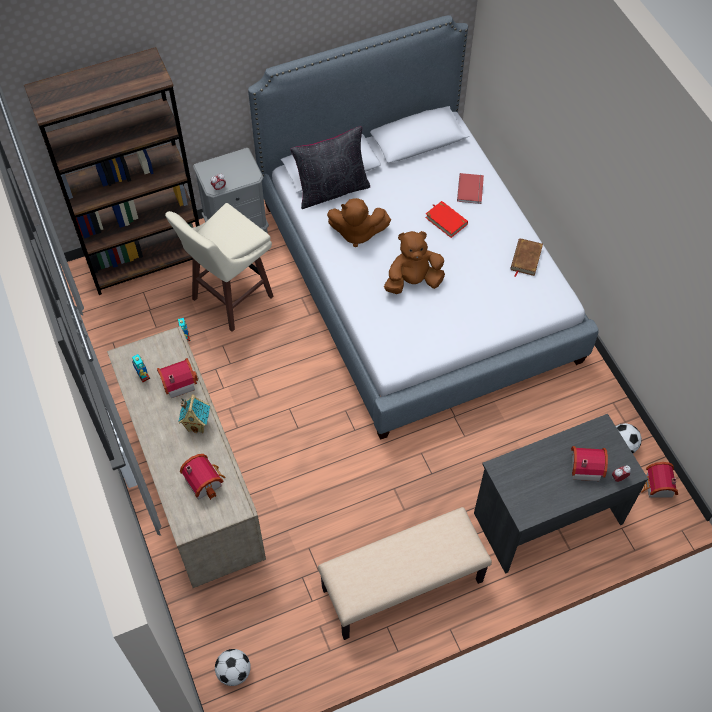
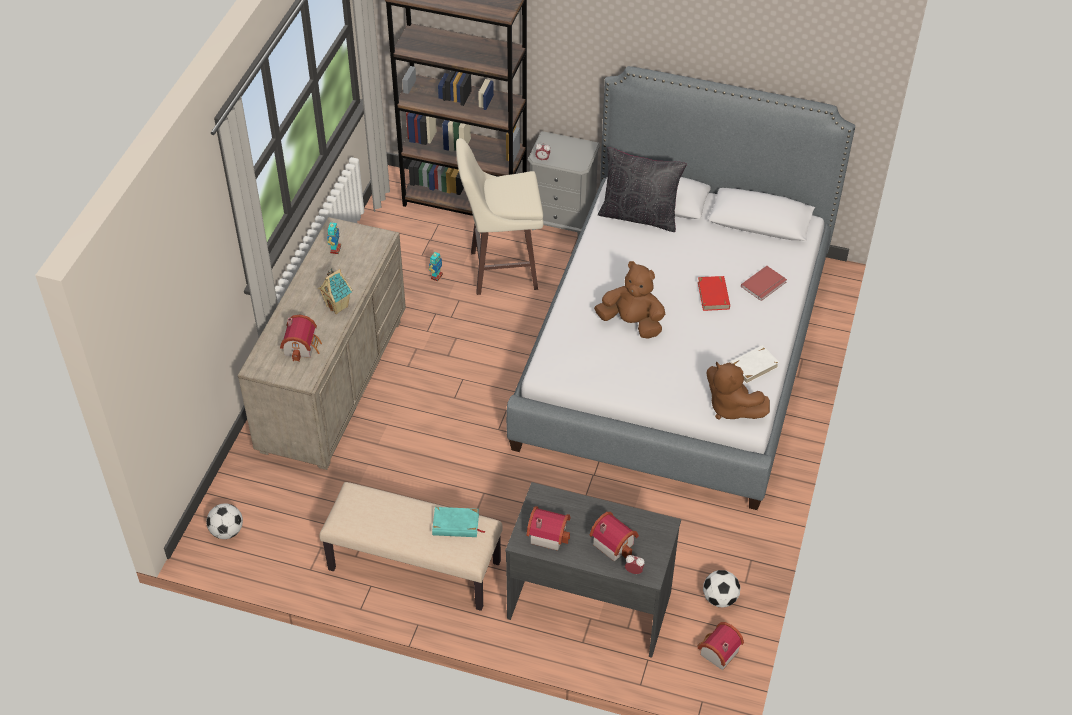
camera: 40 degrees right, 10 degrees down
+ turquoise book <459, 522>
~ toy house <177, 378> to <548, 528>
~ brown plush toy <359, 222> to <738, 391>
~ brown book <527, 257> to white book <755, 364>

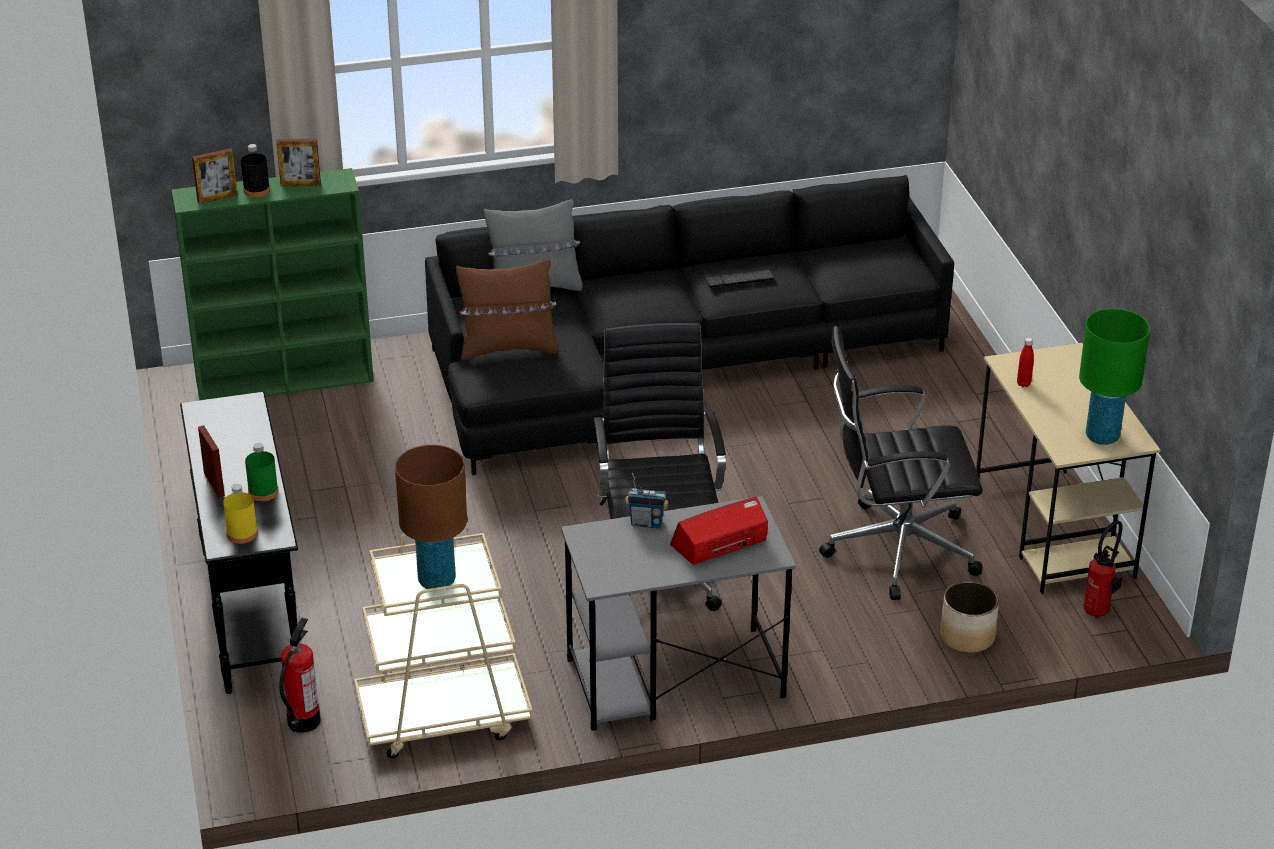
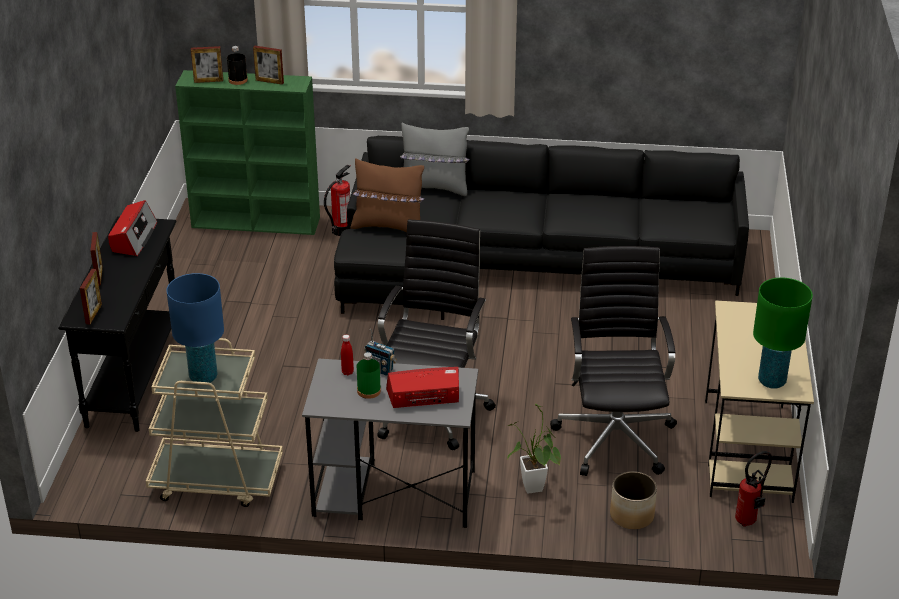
camera: 20 degrees right, 0 degrees up
~ yellow bottle <240, 514> to picture frame <91, 297>
+ radio <132, 228>
~ brown table lamp <431, 517> to blue table lamp <195, 328>
~ fire extinguisher <300, 675> to <337, 200>
~ red bottle <1025, 362> to <347, 355>
~ green bottle <262, 472> to <369, 375>
+ potted plant <534, 449>
~ black office chair <901, 463> = <613, 361> 75 degrees clockwise
- keyboard <739, 278>

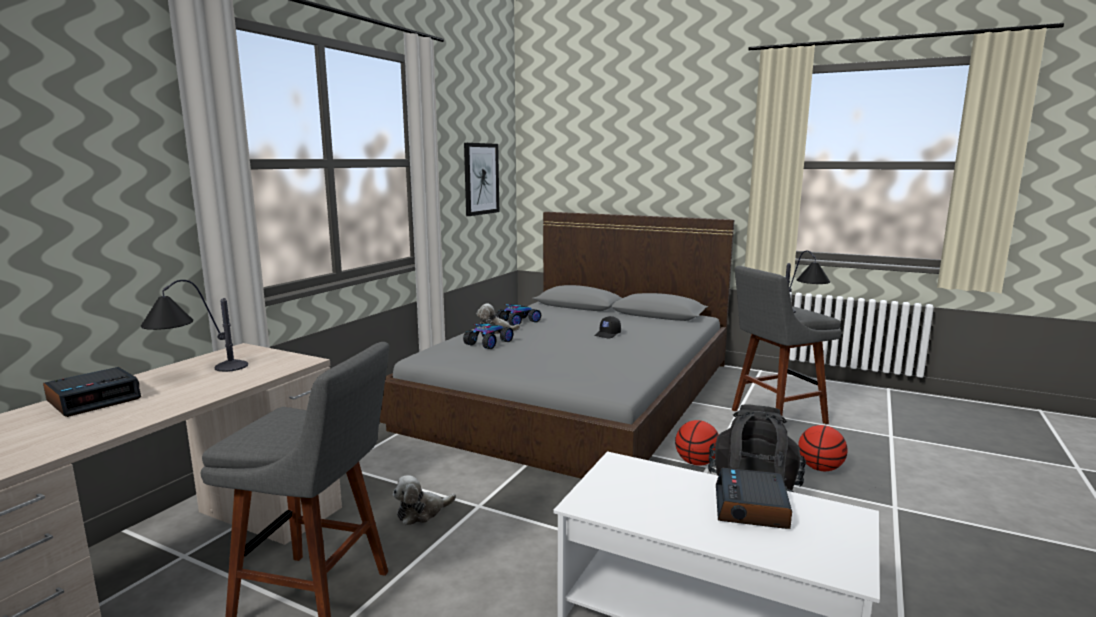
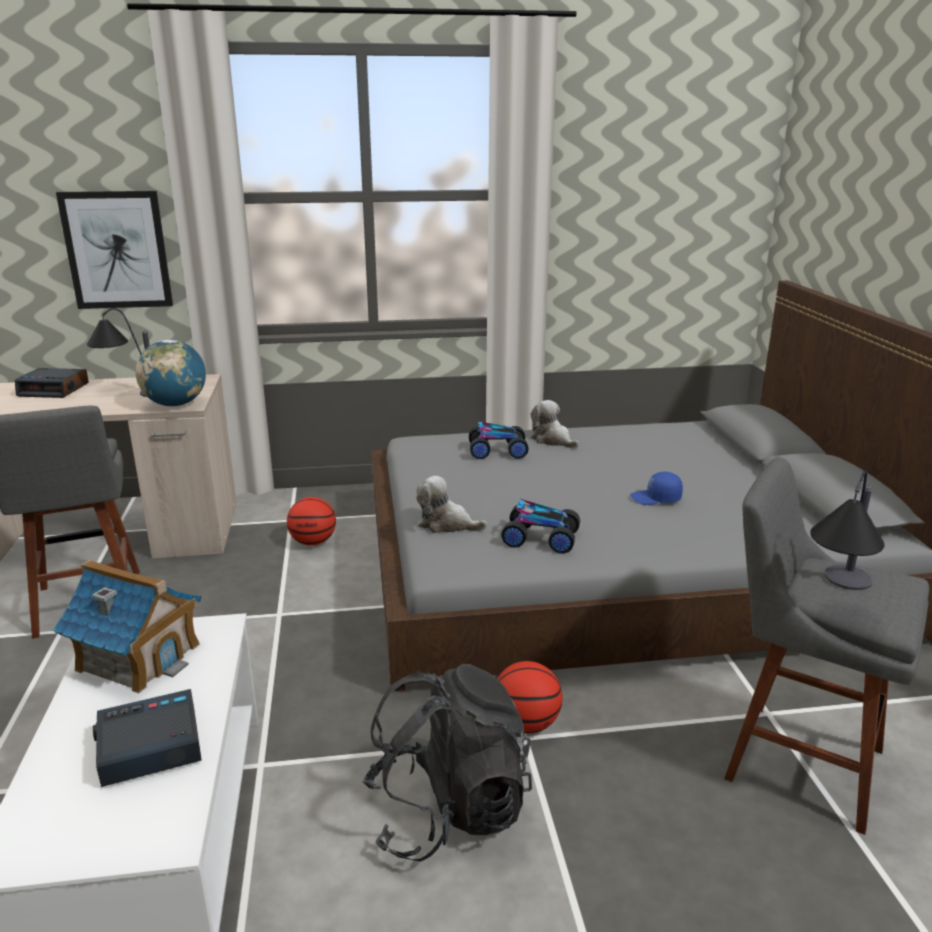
camera: 55 degrees right, 10 degrees up
+ toy house <127, 626>
~ picture <481, 179> to <114, 250>
+ globe <171, 373>
~ basketball <823, 448> to <311, 521>
~ plush toy <424, 500> to <451, 504>
~ toy car <518, 315> to <540, 526>
~ black cap <608, 327> to blue cap <656, 488>

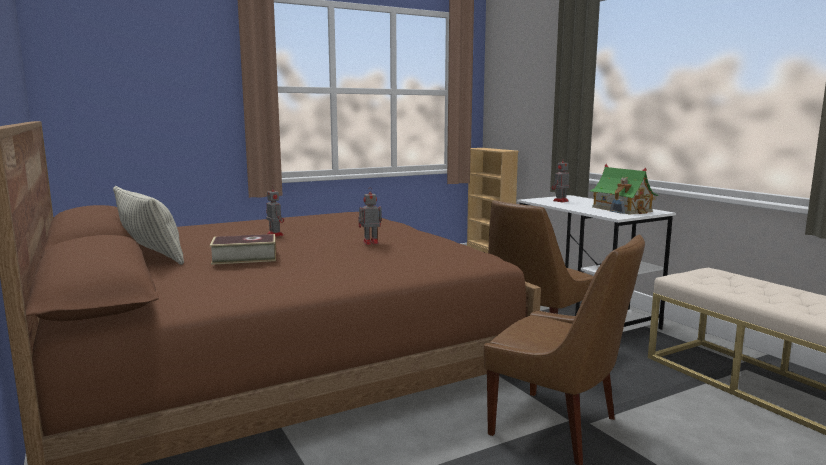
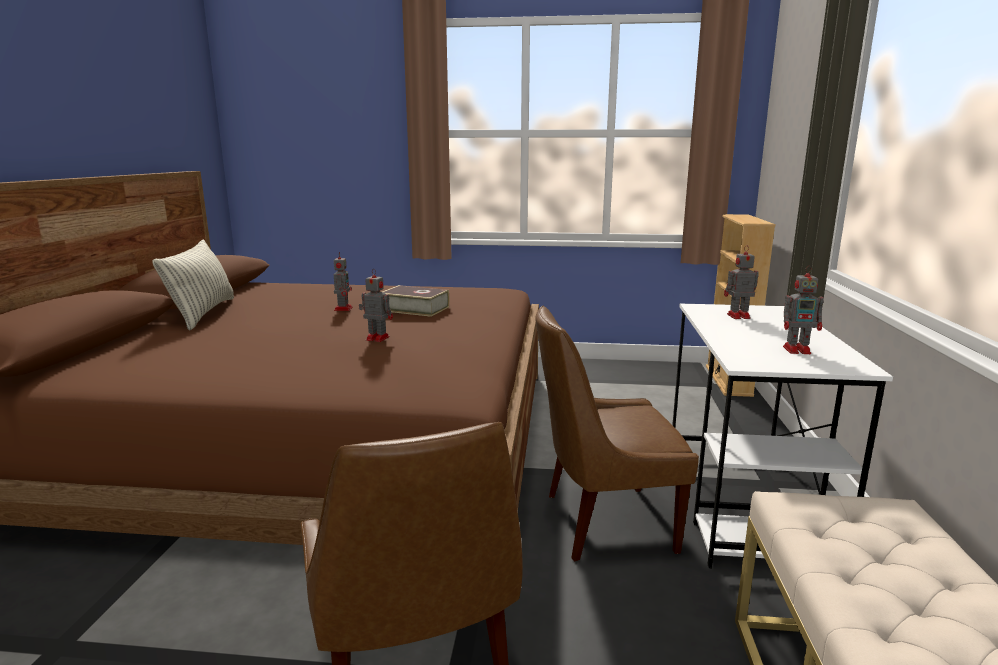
camera: 35 degrees right, 5 degrees up
~ book <243, 249> to <416, 301>
~ toy house <624, 189> to toy robot <803, 310>

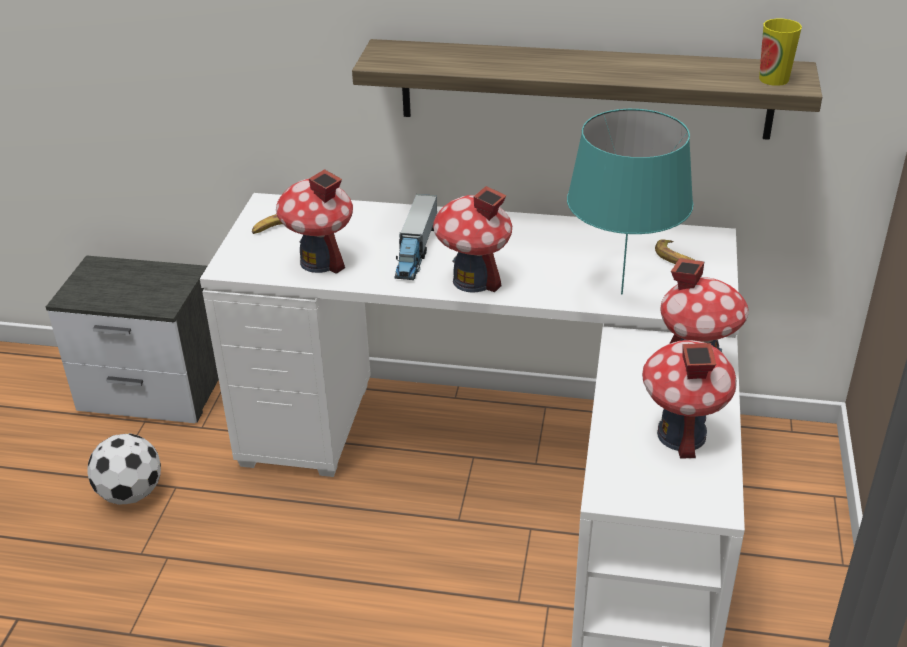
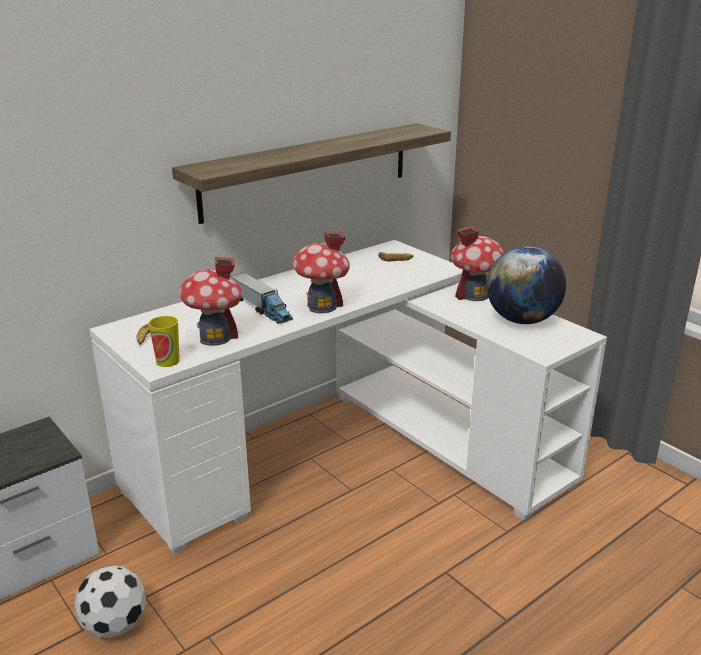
camera: 50 degrees left, 10 degrees down
~ cup <780, 52> to <164, 341>
~ toy house <689, 399> to globe <526, 285>
- turquoise table lamp <630, 202>

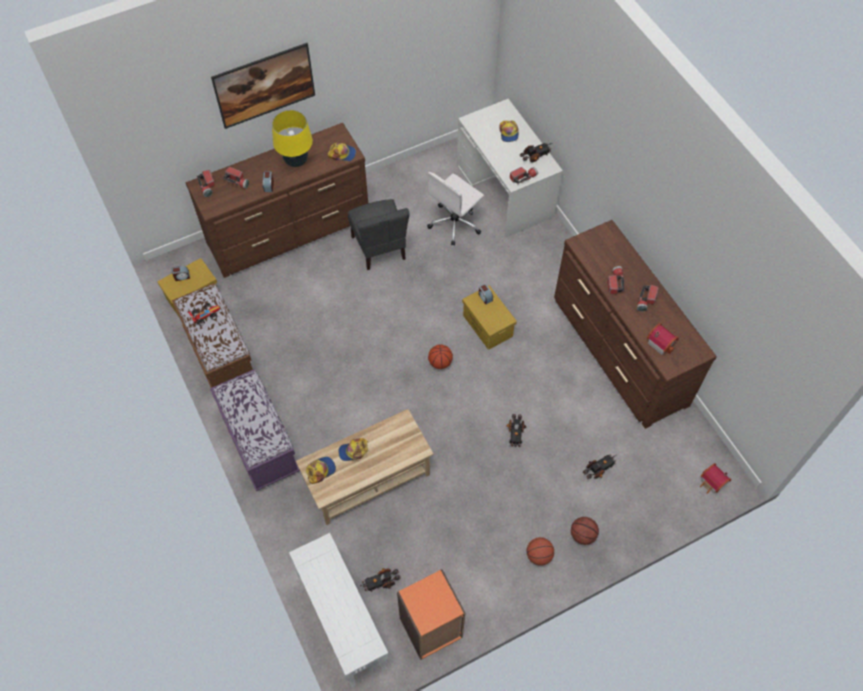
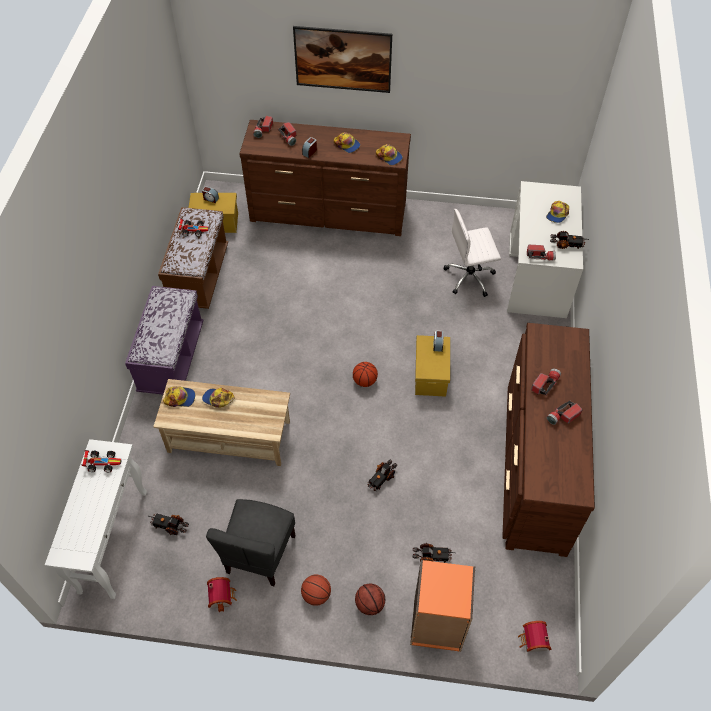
camera: 35 degrees right, 5 degrees down
+ toy car <102, 461>
~ grey chair <379, 234> to <251, 542>
~ toy house <663, 339> to <222, 594>
~ yellow table lamp <292, 138> to cap <347, 142>
~ orange bookcase <431, 614> to <442, 606>

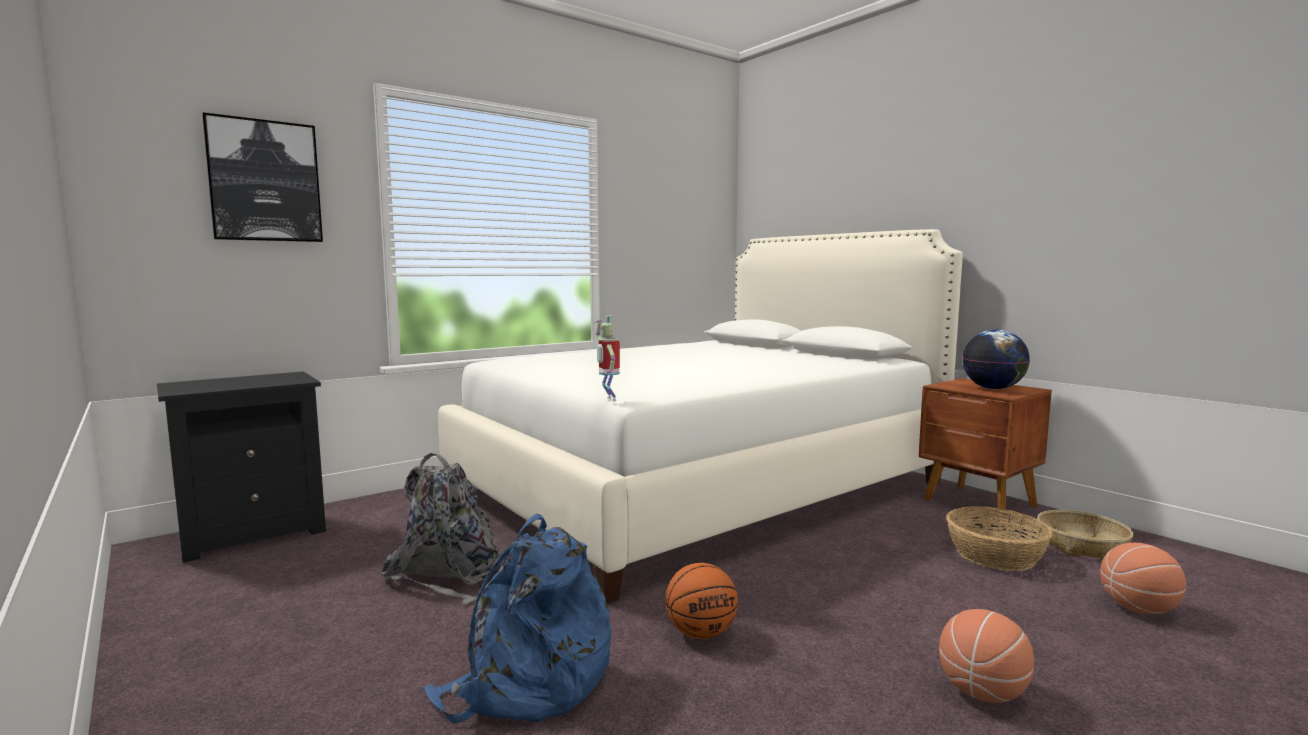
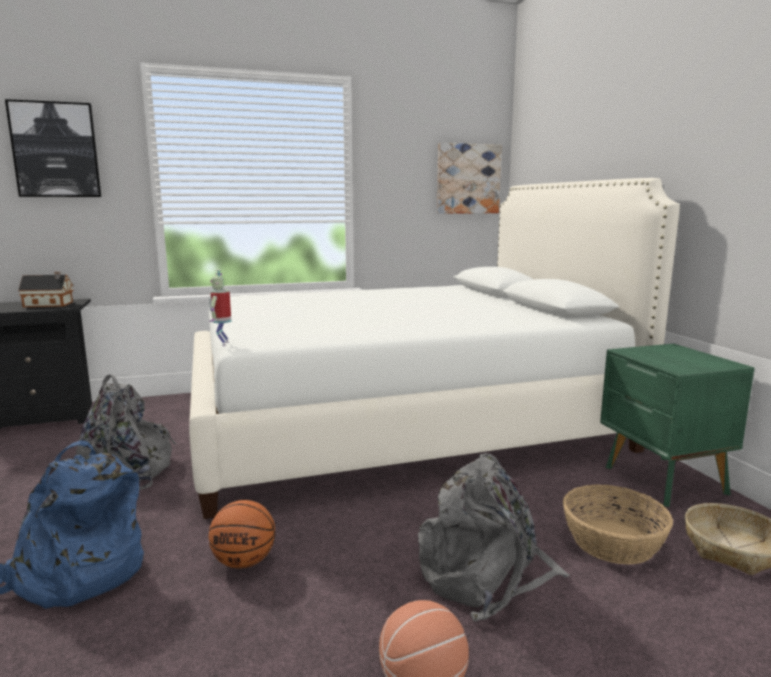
camera: 20 degrees right, 5 degrees up
+ toy house <46, 289>
+ grey backpack <494, 537>
+ picture <469, 178>
~ brown nightstand <985, 448> to green nightstand <677, 425>
- globe <996, 359>
- basketball <1143, 578>

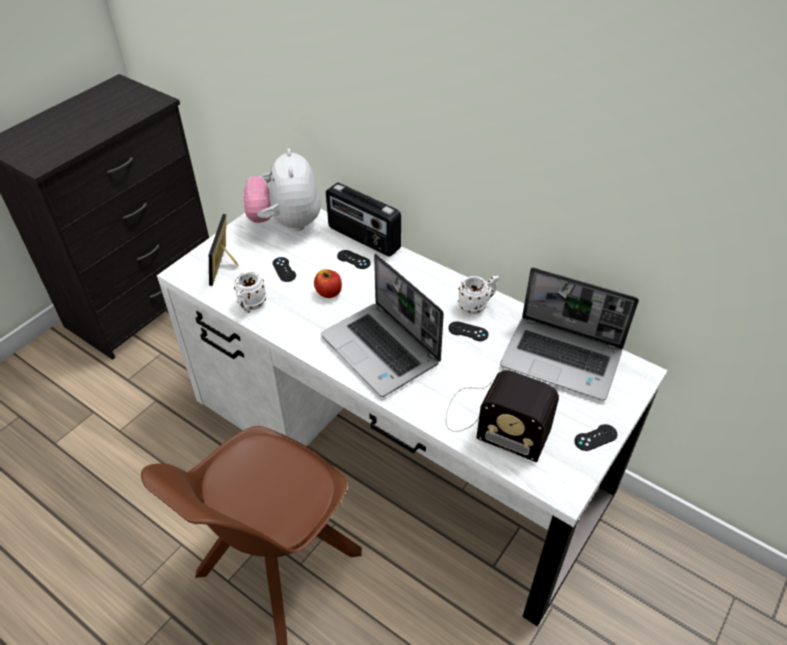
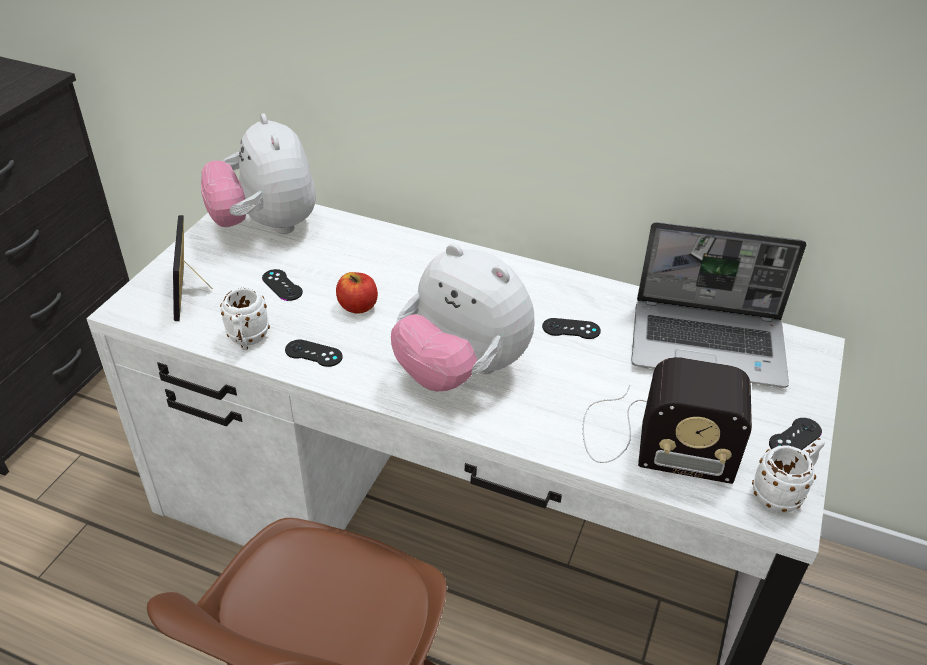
camera: 15 degrees left, 5 degrees down
~ black game controller <354, 259> to <314, 353>
~ laptop <382, 325> to plush toy <462, 318>
~ white mug <478, 294> to <788, 475>
- radio <363, 219>

